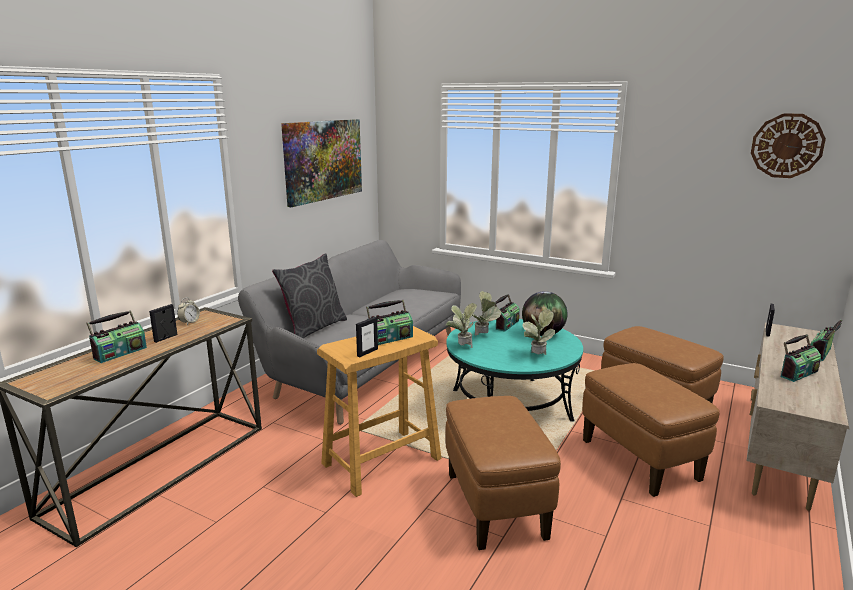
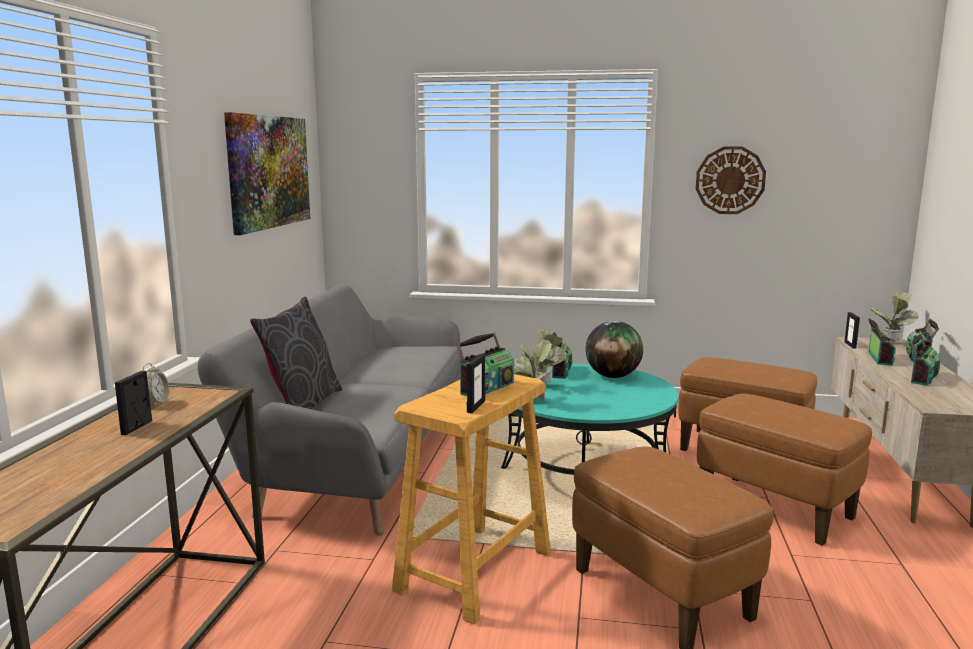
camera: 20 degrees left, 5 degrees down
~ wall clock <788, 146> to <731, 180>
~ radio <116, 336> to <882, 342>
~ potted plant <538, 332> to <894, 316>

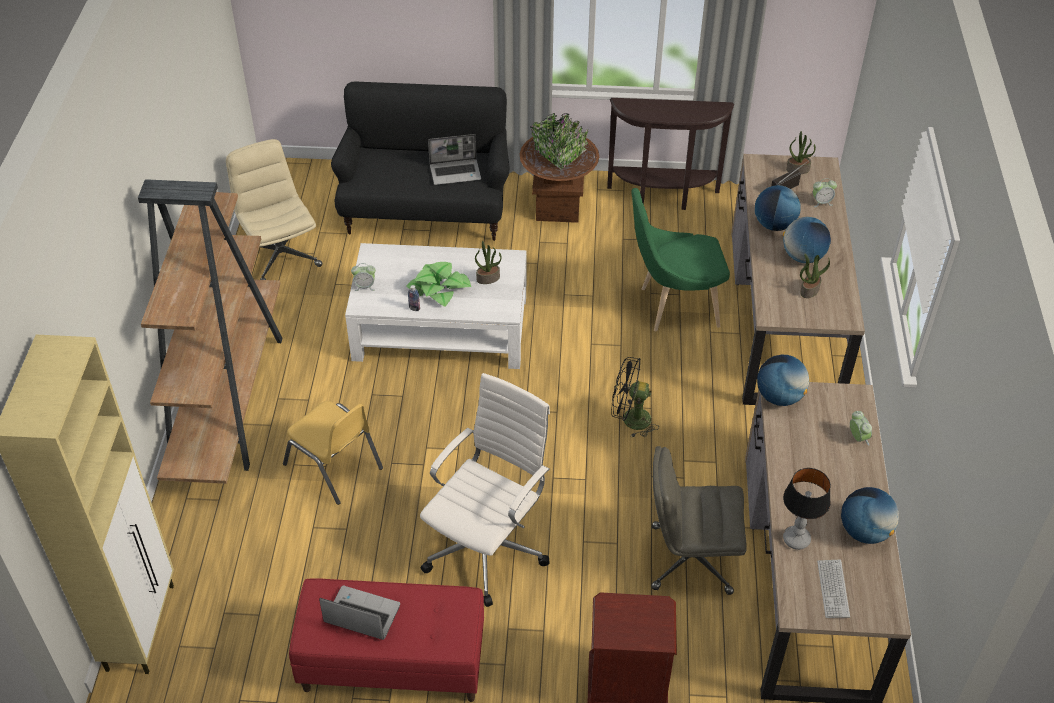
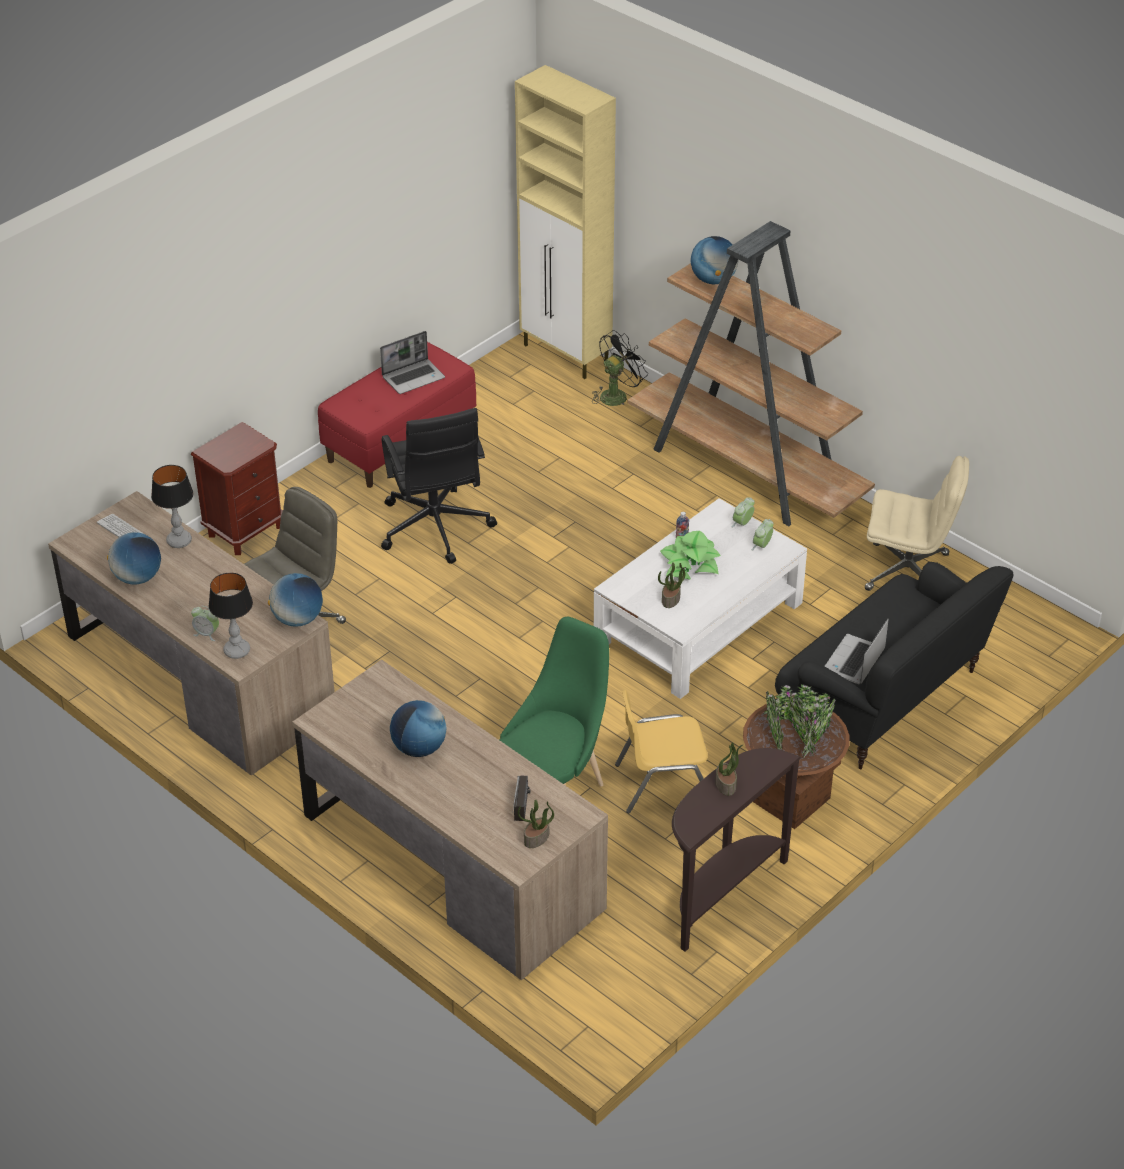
camera: 130 degrees right, 5 degrees down
+ table lamp <231, 616>
~ white office chair <485, 490> to black office chair <439, 486>
~ black fan <635, 397> to <620, 368>
~ yellow chair <333, 453> to <661, 751>
~ globe <778, 208> to <714, 260>
~ potted plant <815, 276> to <730, 769>
~ alarm clock <825, 192> to <762, 535>

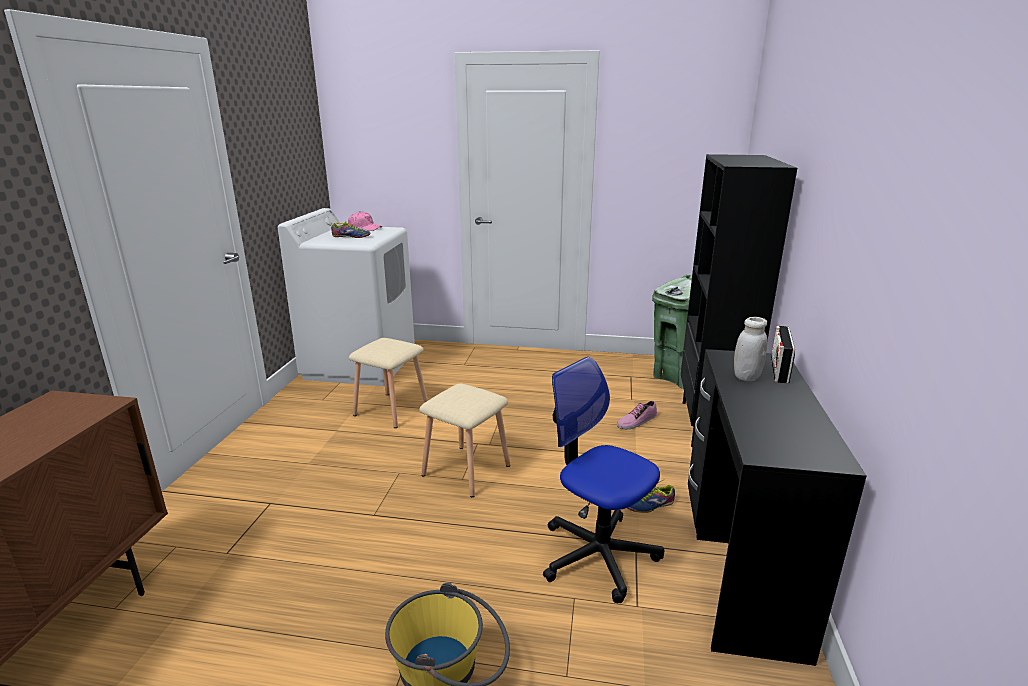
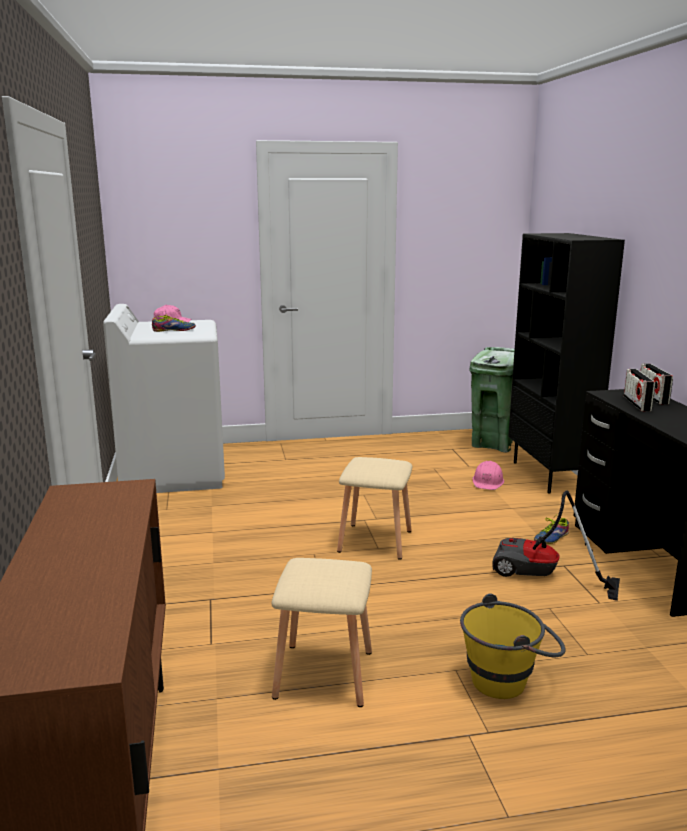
camera: 20 degrees left, 5 degrees down
~ beige stool <388, 383> to <321, 632>
~ shoe <637, 415> to pink hard hat <488, 475>
~ office chair <603, 480> to vacuum cleaner <556, 545>
~ white jar <750, 349> to radio <639, 390>

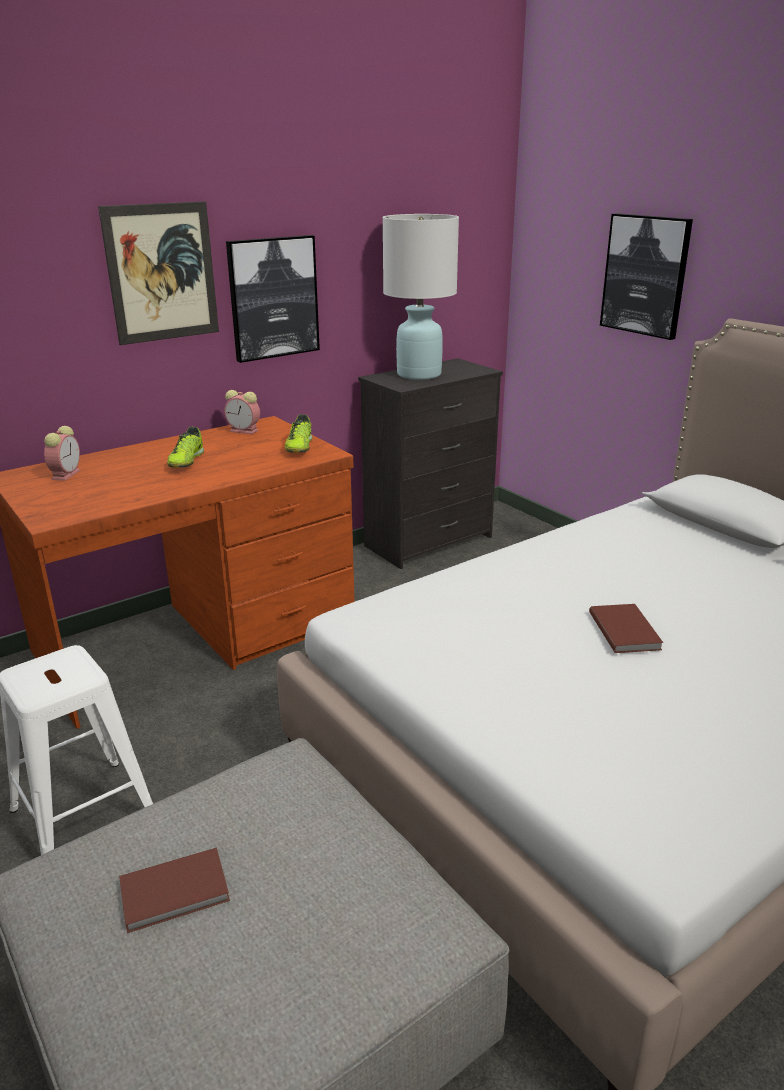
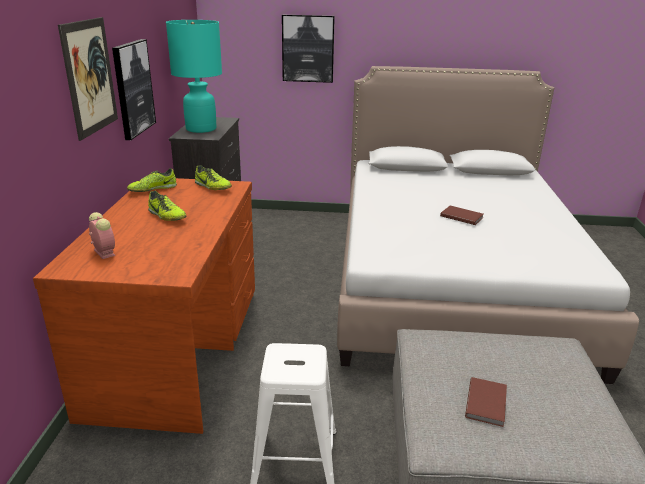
camera: 50 degrees left, 0 degrees up
~ alarm clock <242, 412> to shoe <152, 180>
~ white table lamp <420, 297> to turquoise table lamp <194, 76>

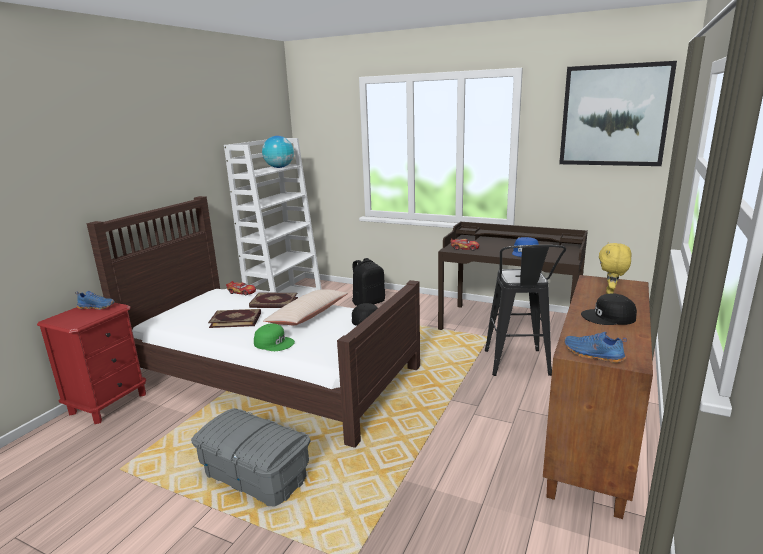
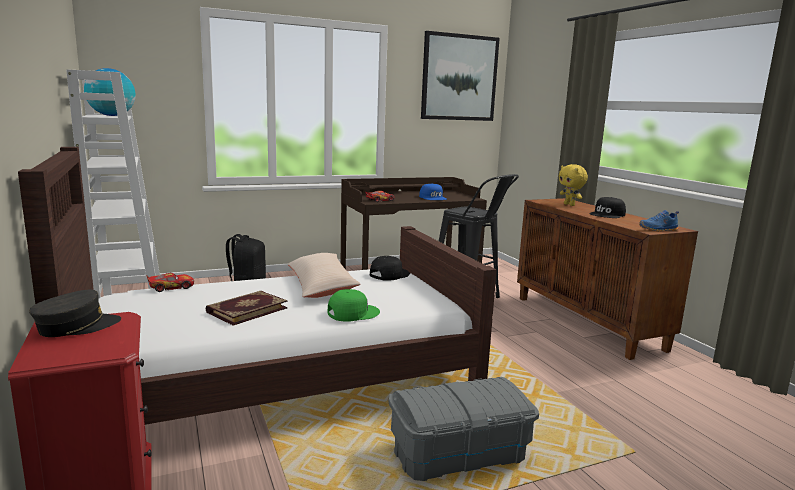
camera: 50 degrees left, 5 degrees down
~ blue shoe <95, 300> to grey cap <75, 313>
- book <273, 300>

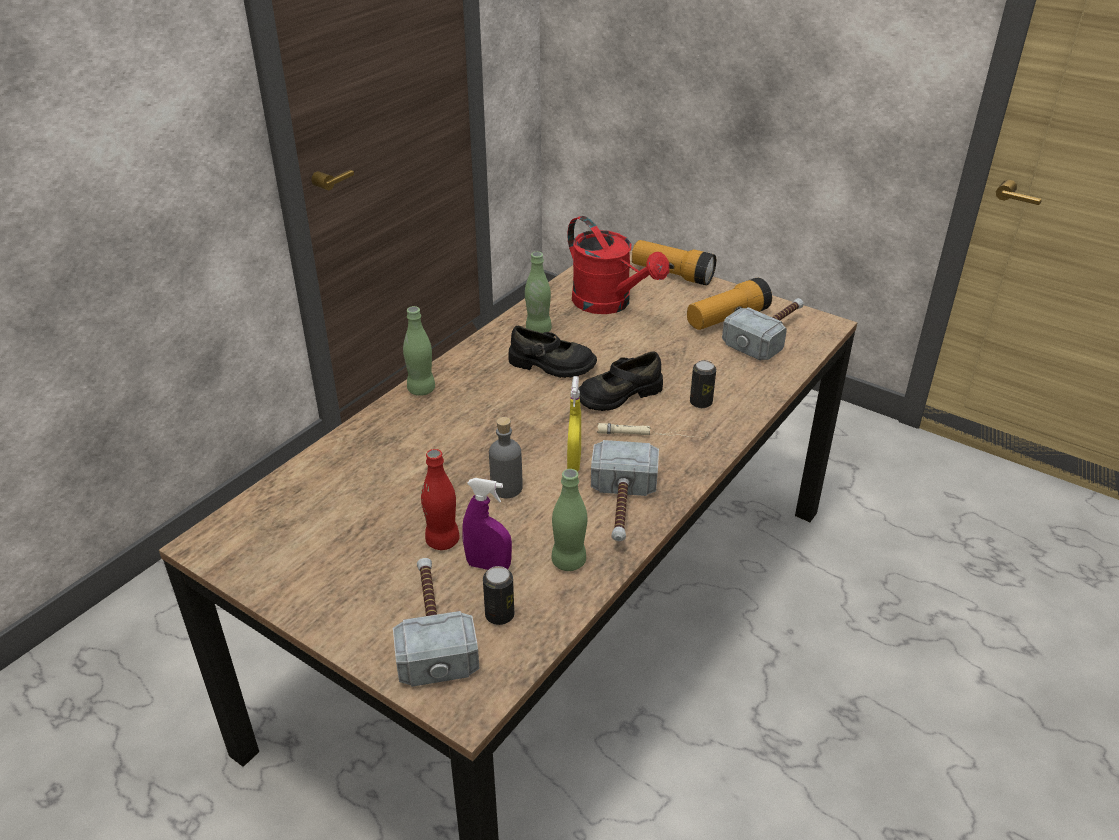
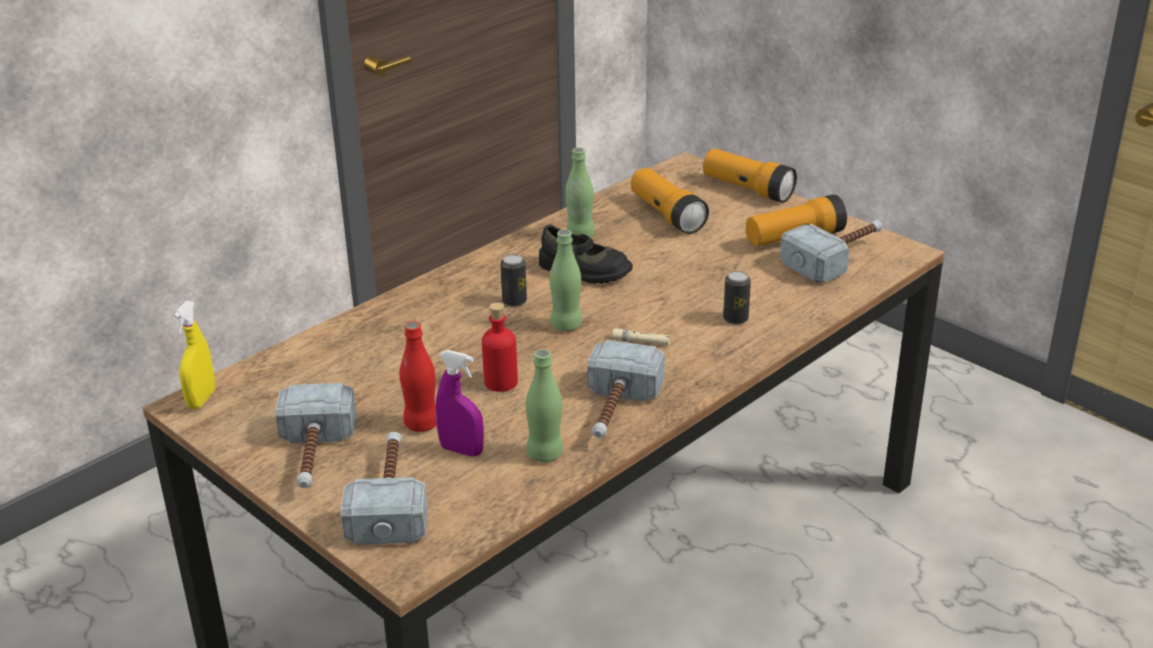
camera: 10 degrees right, 5 degrees down
~ yellow spray bottle <574, 424> to <194, 355>
+ hammer <316, 435>
~ grey bottle <506, 457> to red bottle <500, 347>
~ can <498, 595> to <513, 280>
~ green bottle <419, 351> to <565, 280>
~ red watering can <618, 265> to flashlight <670, 201>
- black shoe <620, 381>

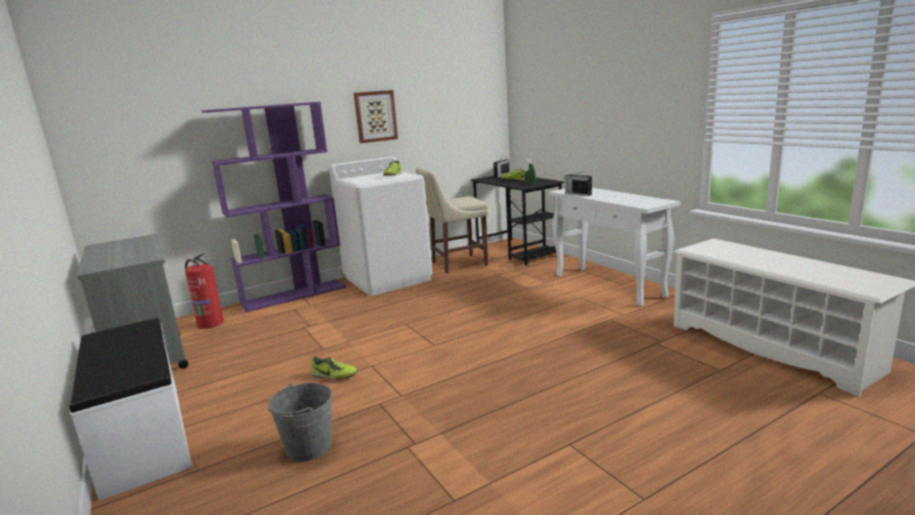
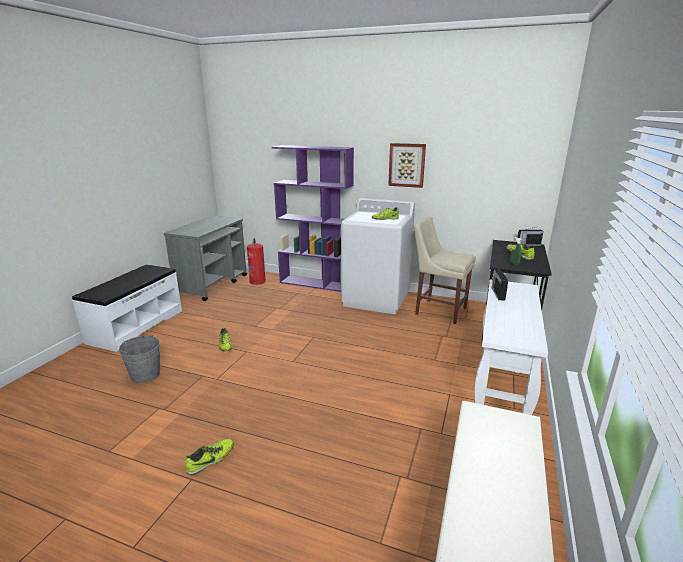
camera: 50 degrees right, 5 degrees up
+ shoe <209, 457>

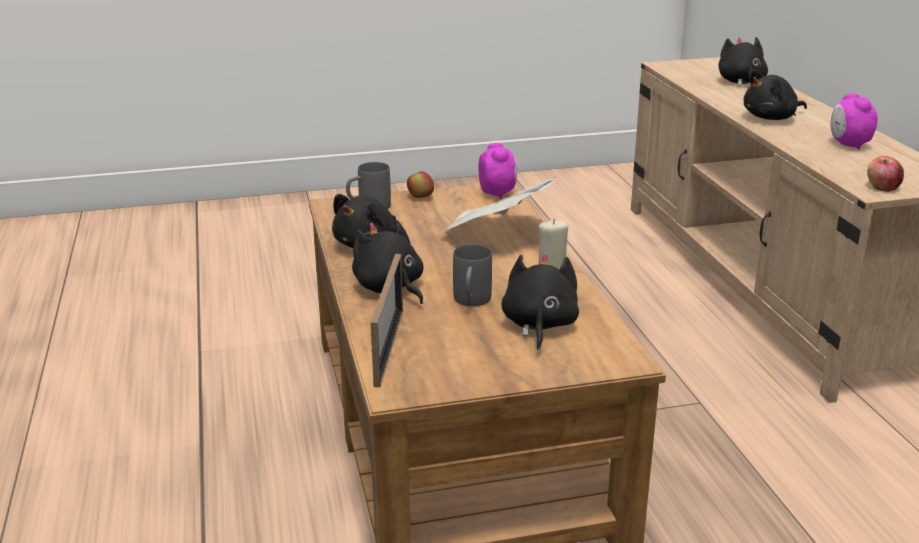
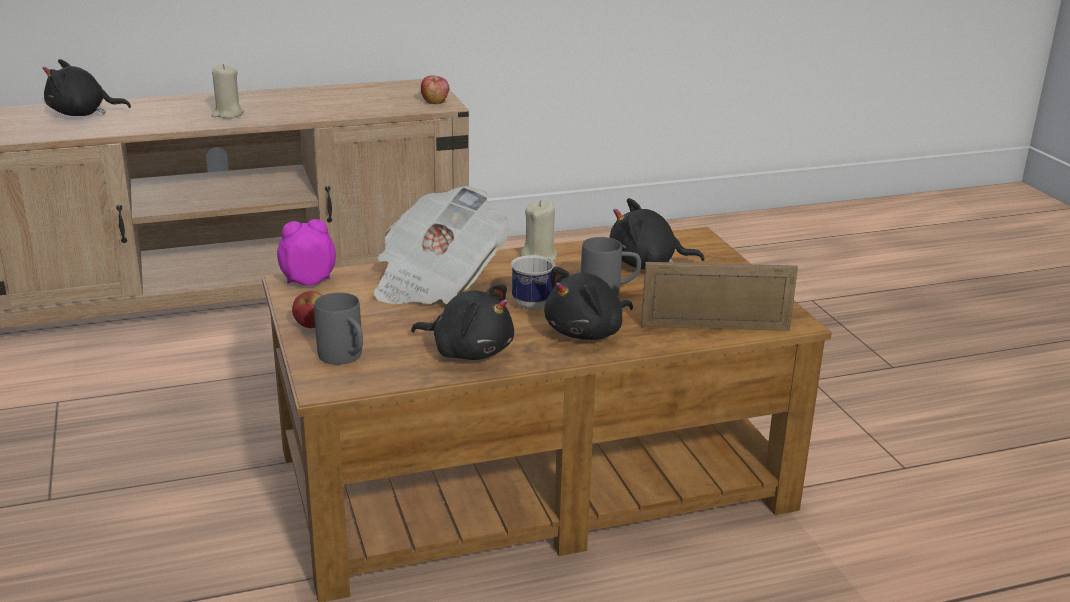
camera: 95 degrees left, 0 degrees up
~ black plush toy <775, 94> to beige candle <227, 91>
+ mug <533, 282>
- alarm clock <854, 121>

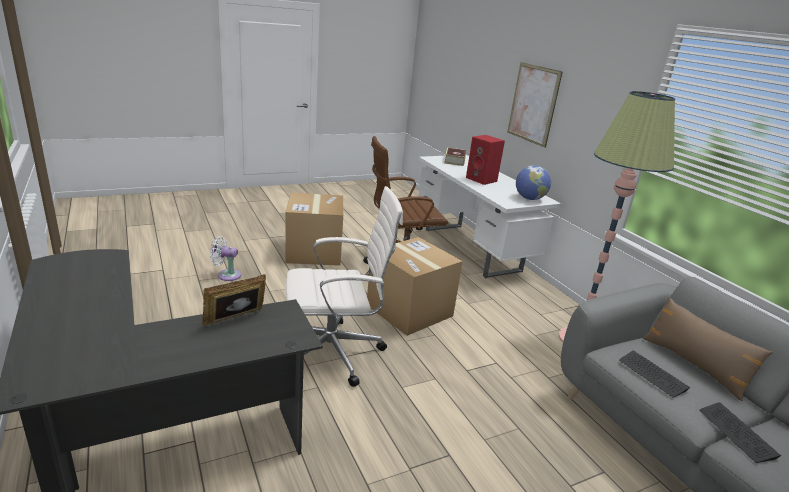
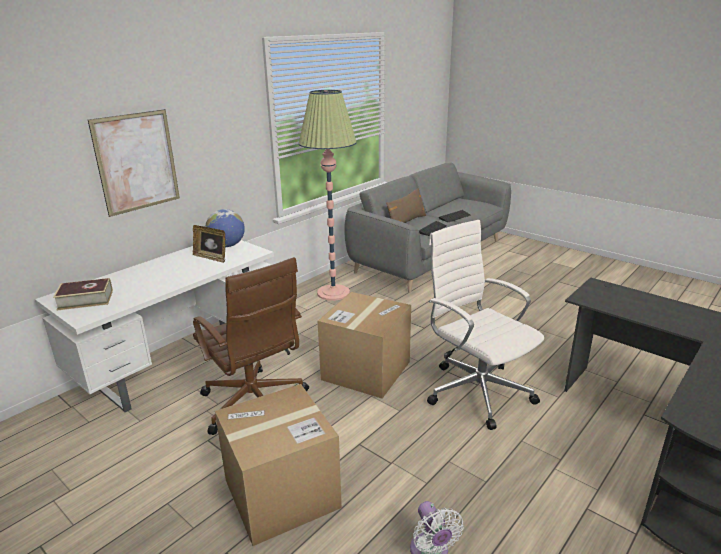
camera: 110 degrees left, 0 degrees up
~ picture frame <234, 299> to <209, 244>
- red speaker <485, 160>

